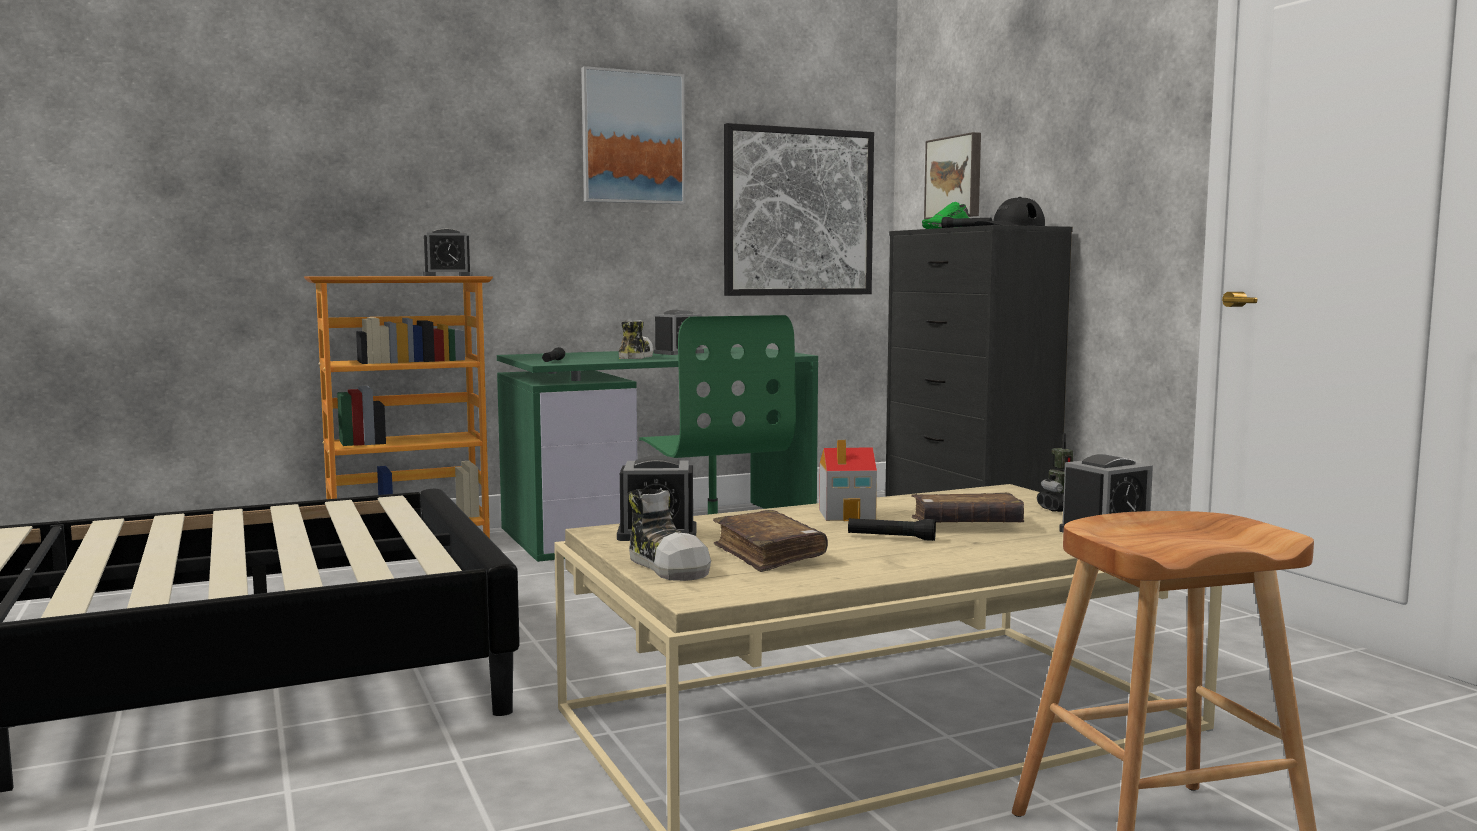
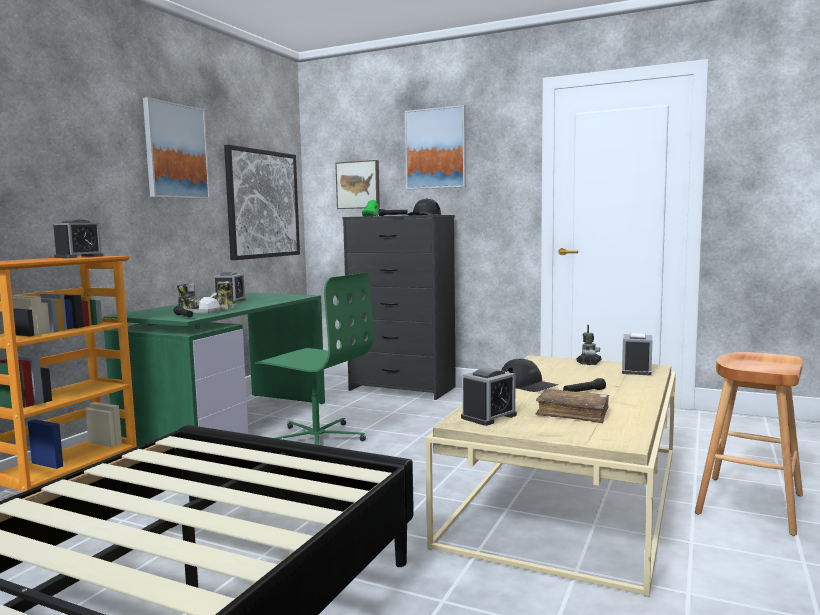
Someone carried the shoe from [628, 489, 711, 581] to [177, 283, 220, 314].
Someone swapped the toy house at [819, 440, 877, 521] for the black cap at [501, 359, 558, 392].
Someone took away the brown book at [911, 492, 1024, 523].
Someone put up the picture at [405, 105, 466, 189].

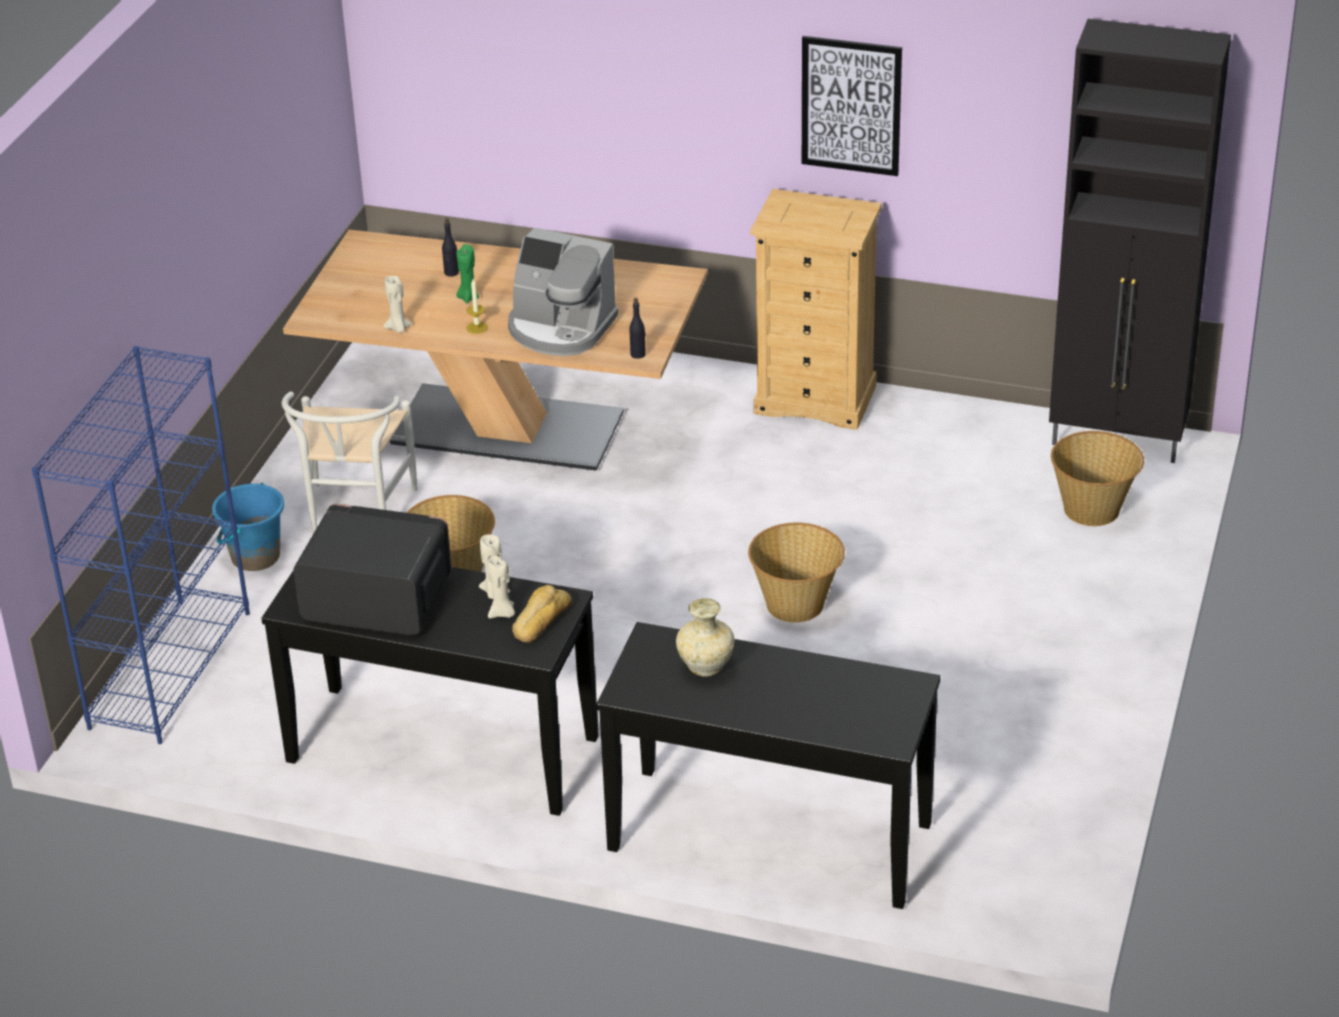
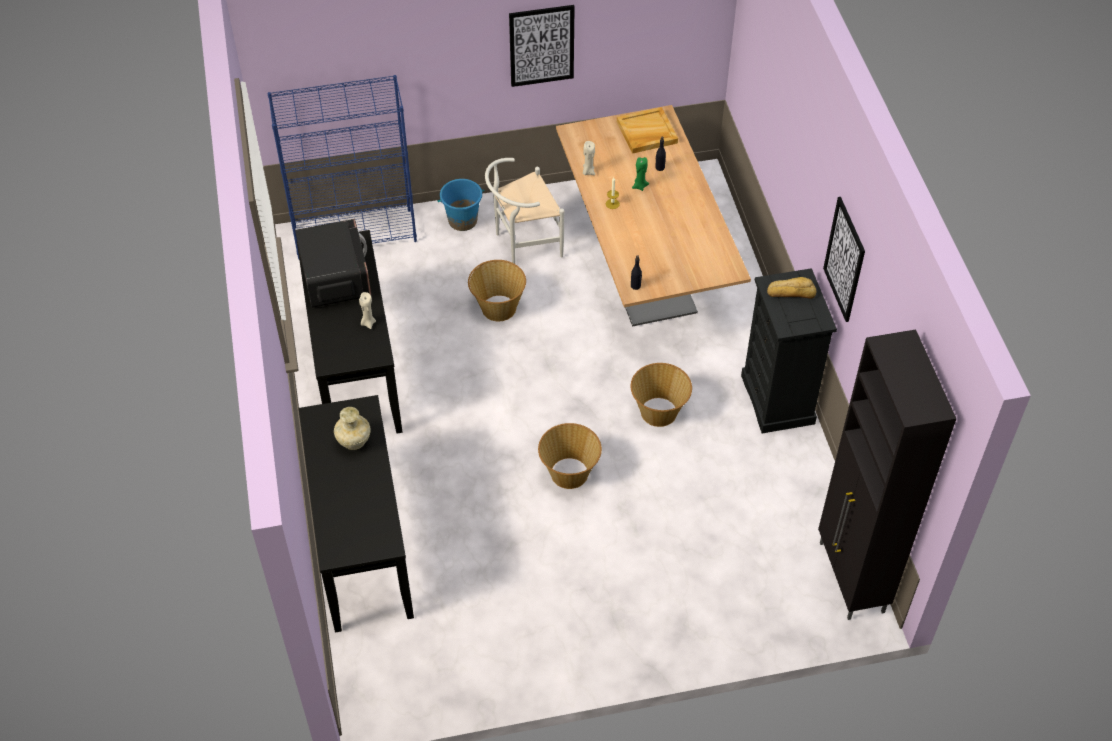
Someone took away the beige candle at [488, 556, 515, 618].
Someone took away the coffee machine at [508, 227, 618, 356].
Someone carried the bread from [512, 585, 572, 643] to [767, 277, 816, 299].
Someone repainted the beige dresser at [750, 189, 882, 430], which became the black dresser at [741, 268, 837, 433].
Someone carried the basket from [1051, 431, 1144, 526] to [631, 363, 692, 427].
Someone put up the picture at [509, 5, 575, 87].
Someone put down the beige tray at [617, 107, 678, 154].

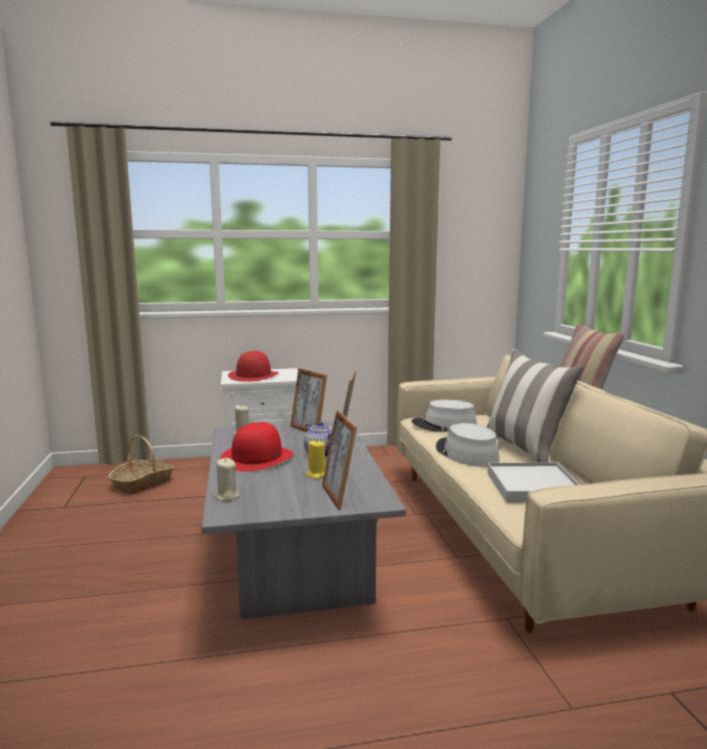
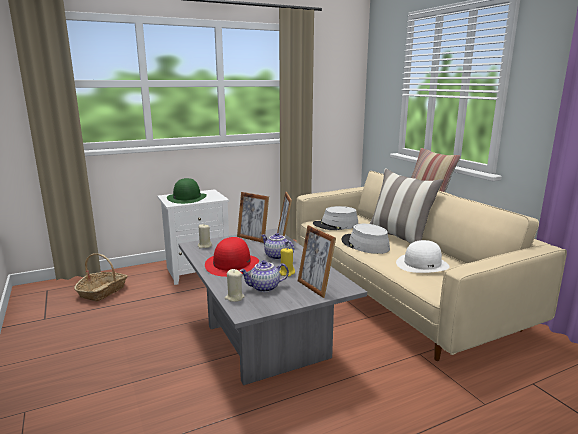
Someone repainted the red hat at [228, 351, 279, 382], which became the green hat at [167, 178, 207, 204].
Someone swapped the white tray at [487, 462, 580, 503] for the white hat at [396, 240, 450, 273].
Someone put down the teapot at [239, 260, 289, 292].

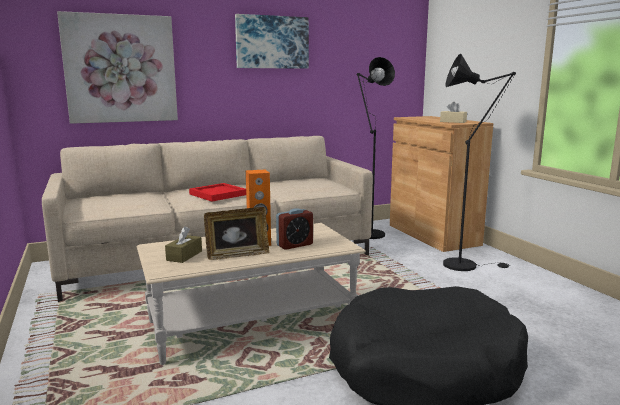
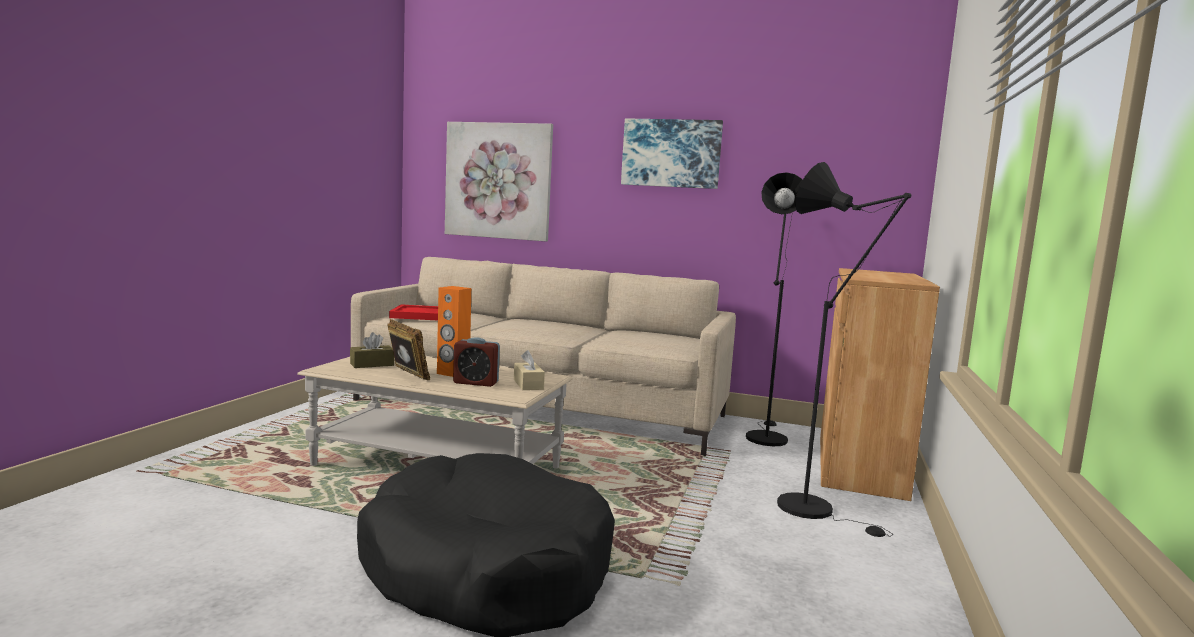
Someone carried the red tray from [189, 183, 246, 202] to [389, 304, 438, 320].
Someone rotated the picture frame at [204, 207, 269, 260] by 150 degrees counterclockwise.
Someone carried the beige tissue box from [440, 102, 467, 123] to [514, 350, 545, 390].

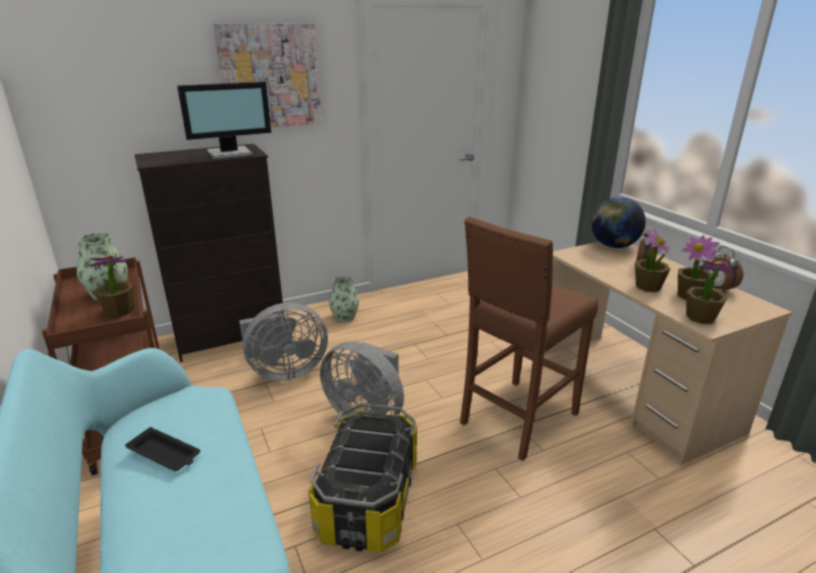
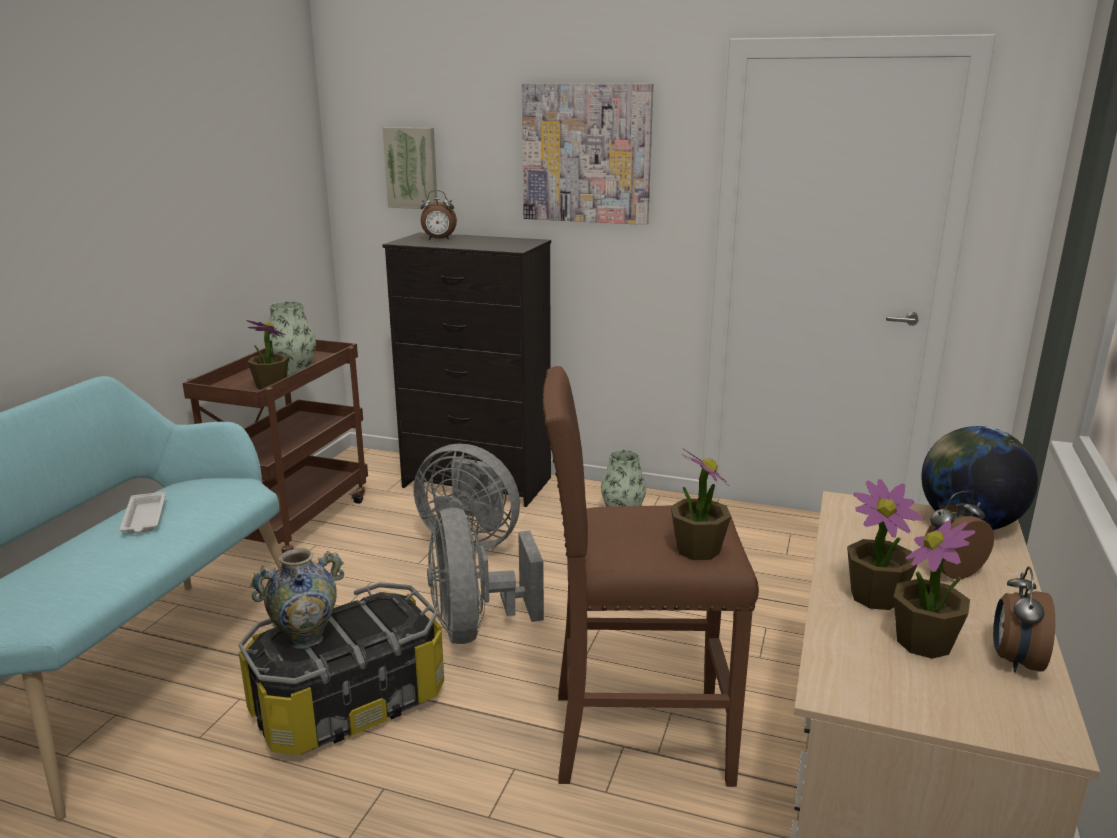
Someone repainted the black tray at [125, 427, 200, 471], which became the white tray at [120, 492, 166, 534].
Someone took away the monitor at [177, 81, 271, 159].
Someone carried the potted plant from [686, 260, 735, 324] to [671, 448, 731, 560].
Someone put down the vase at [250, 548, 344, 649].
Someone put up the picture at [383, 127, 437, 209].
Someone put down the alarm clock at [420, 190, 457, 240].

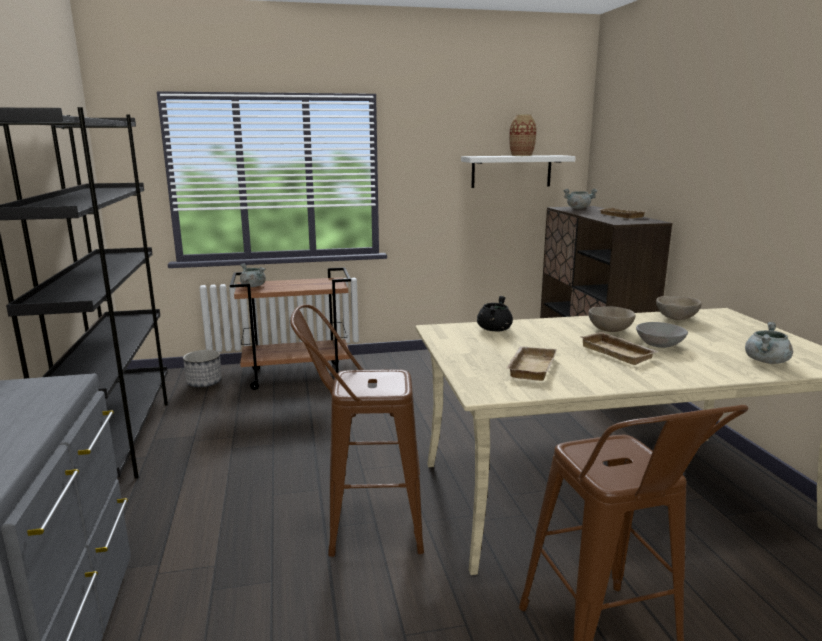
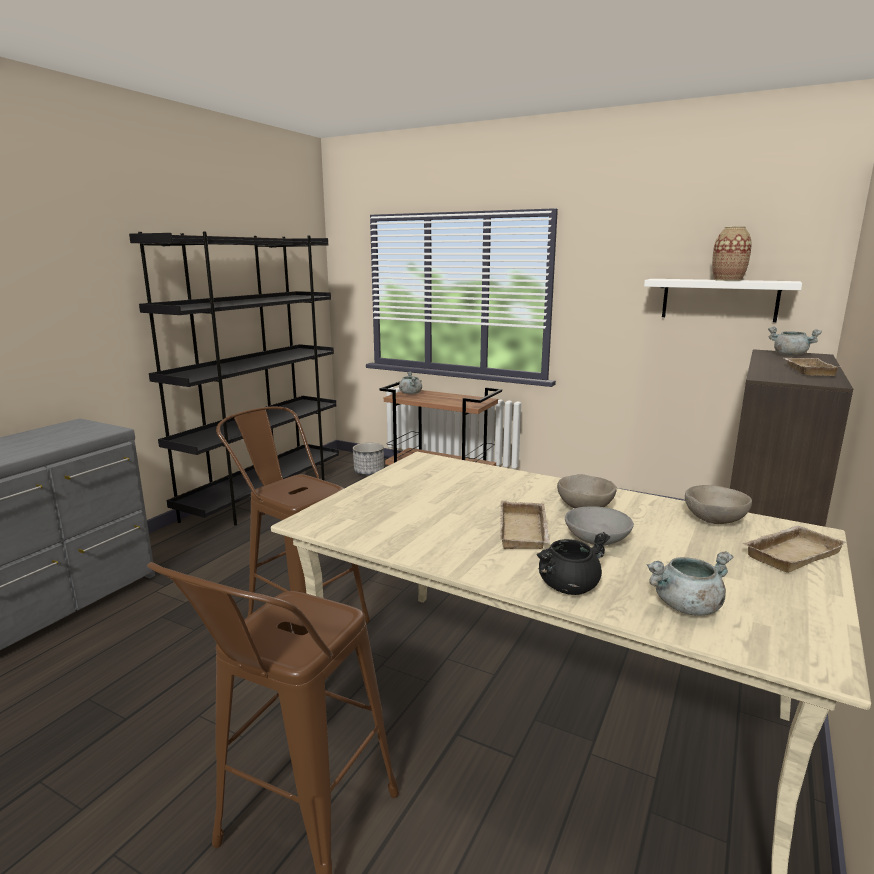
Someone carried the black cooking pot from [477, 296, 513, 332] to [536, 532, 610, 595].
Someone carried the beige tray from [506, 346, 557, 381] to [742, 526, 847, 573].

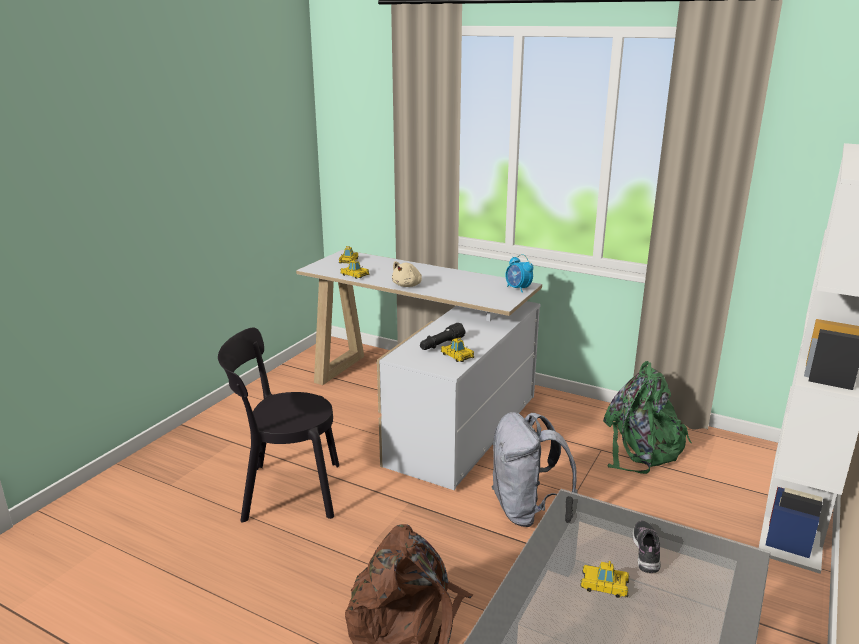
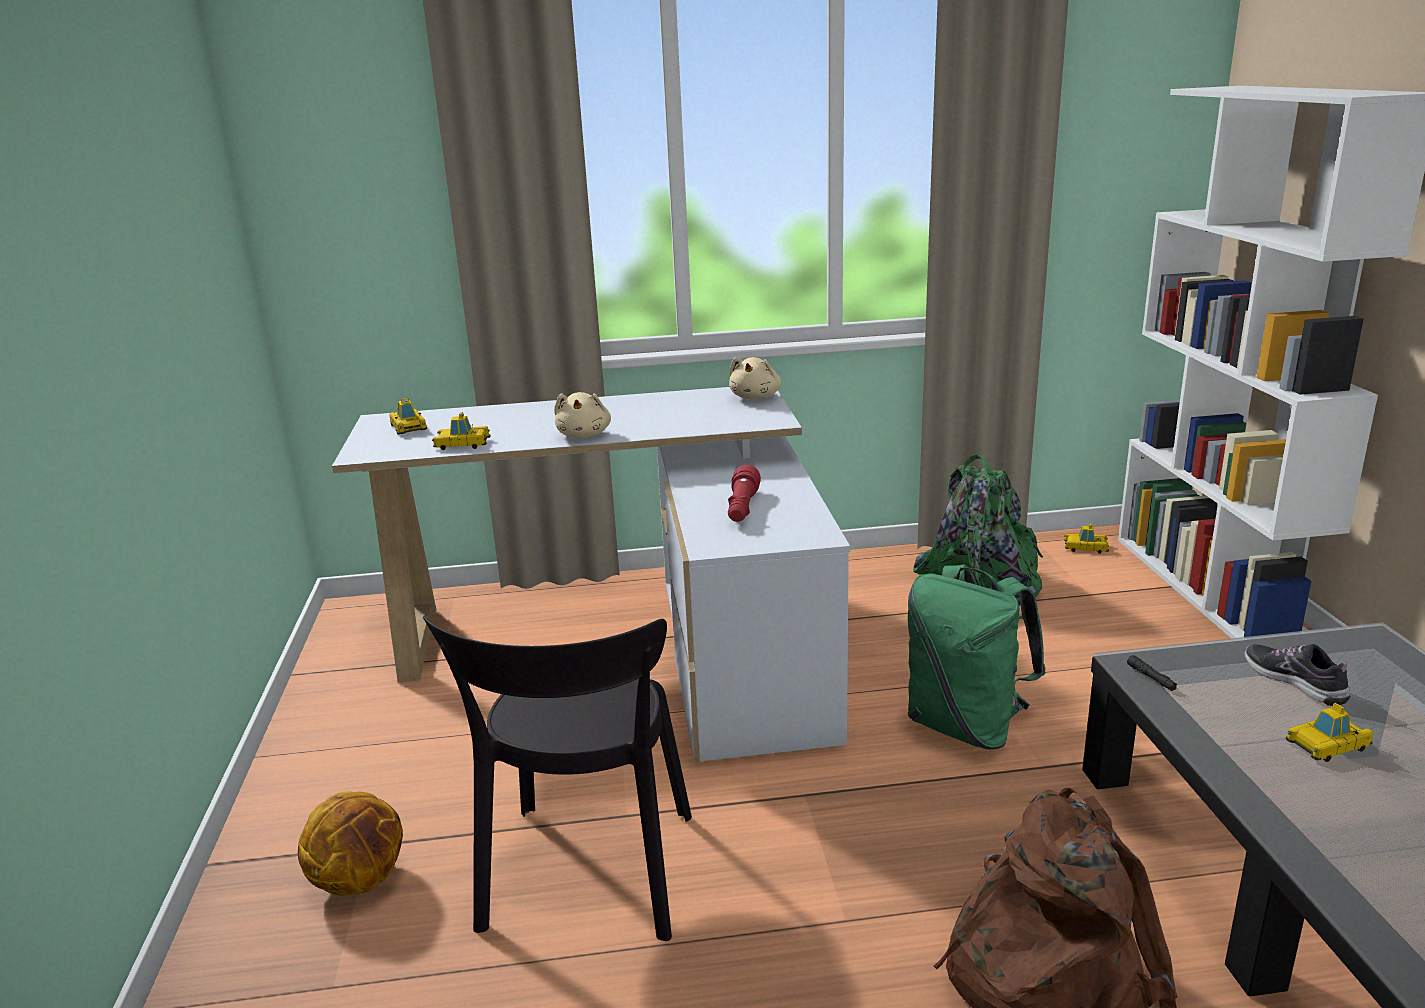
Someone rotated the black chair at [218, 327, 339, 522] by 45 degrees counterclockwise.
Someone repainted the black flashlight at [420, 323, 465, 350], which became the red flashlight at [728, 465, 761, 522].
Someone carried the toy car from [441, 337, 474, 362] to [1064, 523, 1109, 554].
Someone repainted the grey backpack at [491, 412, 577, 527], which became the green backpack at [908, 564, 1046, 750].
Someone swapped the alarm clock at [506, 254, 534, 293] for the beige plush toy at [729, 357, 781, 399].
Someone put down the basketball at [298, 791, 403, 896].

